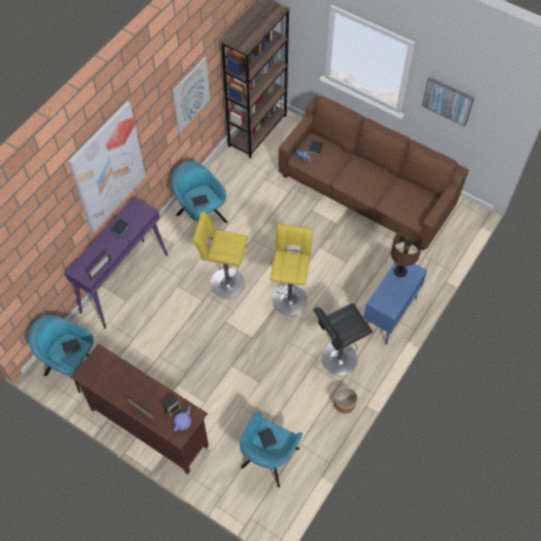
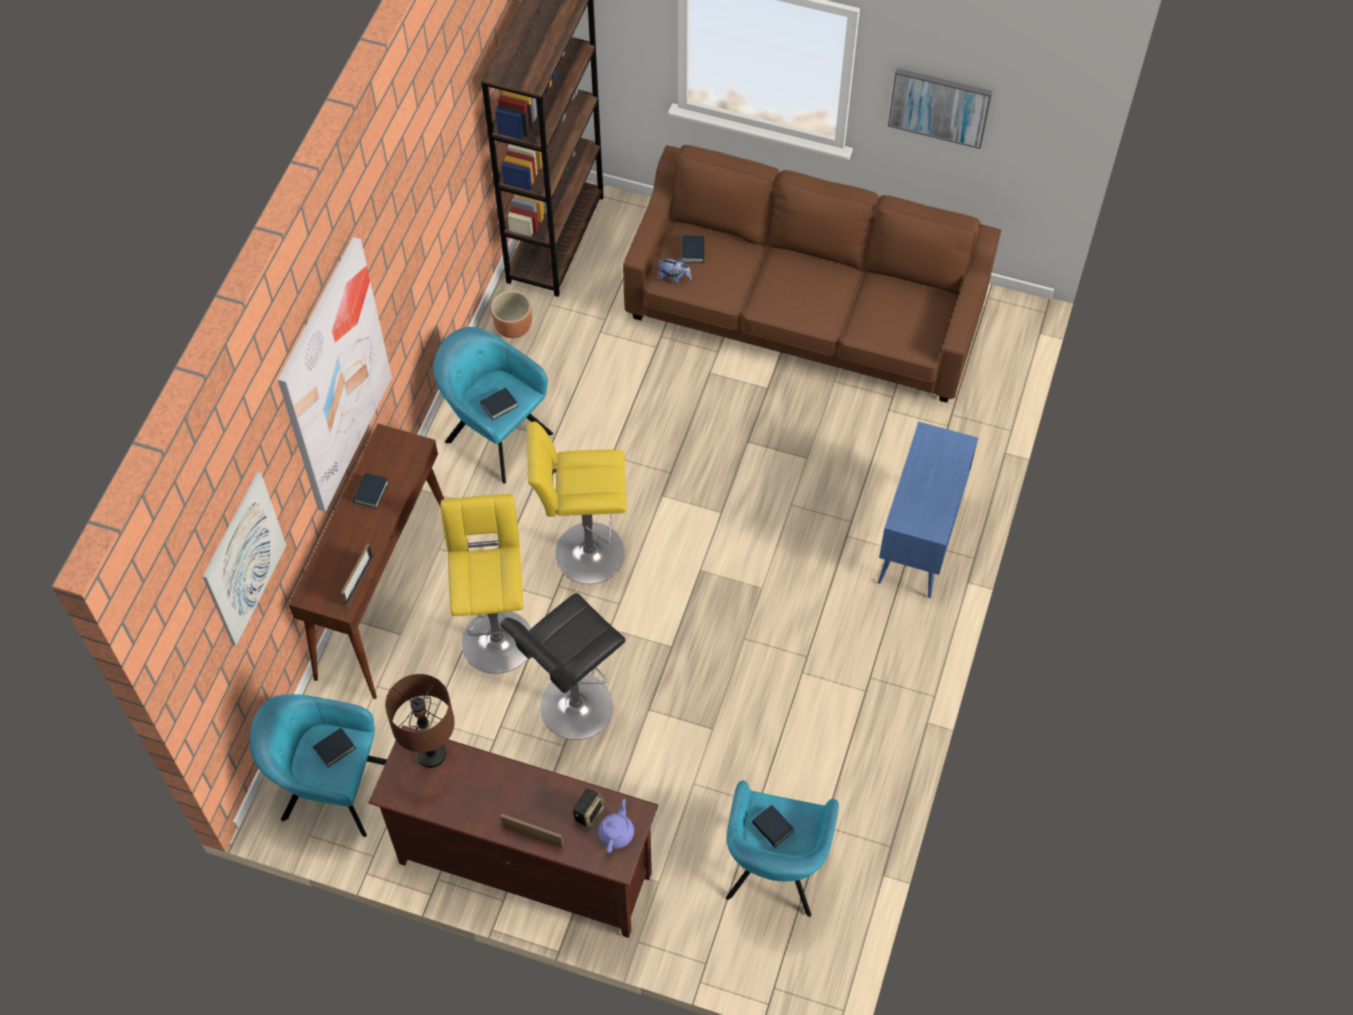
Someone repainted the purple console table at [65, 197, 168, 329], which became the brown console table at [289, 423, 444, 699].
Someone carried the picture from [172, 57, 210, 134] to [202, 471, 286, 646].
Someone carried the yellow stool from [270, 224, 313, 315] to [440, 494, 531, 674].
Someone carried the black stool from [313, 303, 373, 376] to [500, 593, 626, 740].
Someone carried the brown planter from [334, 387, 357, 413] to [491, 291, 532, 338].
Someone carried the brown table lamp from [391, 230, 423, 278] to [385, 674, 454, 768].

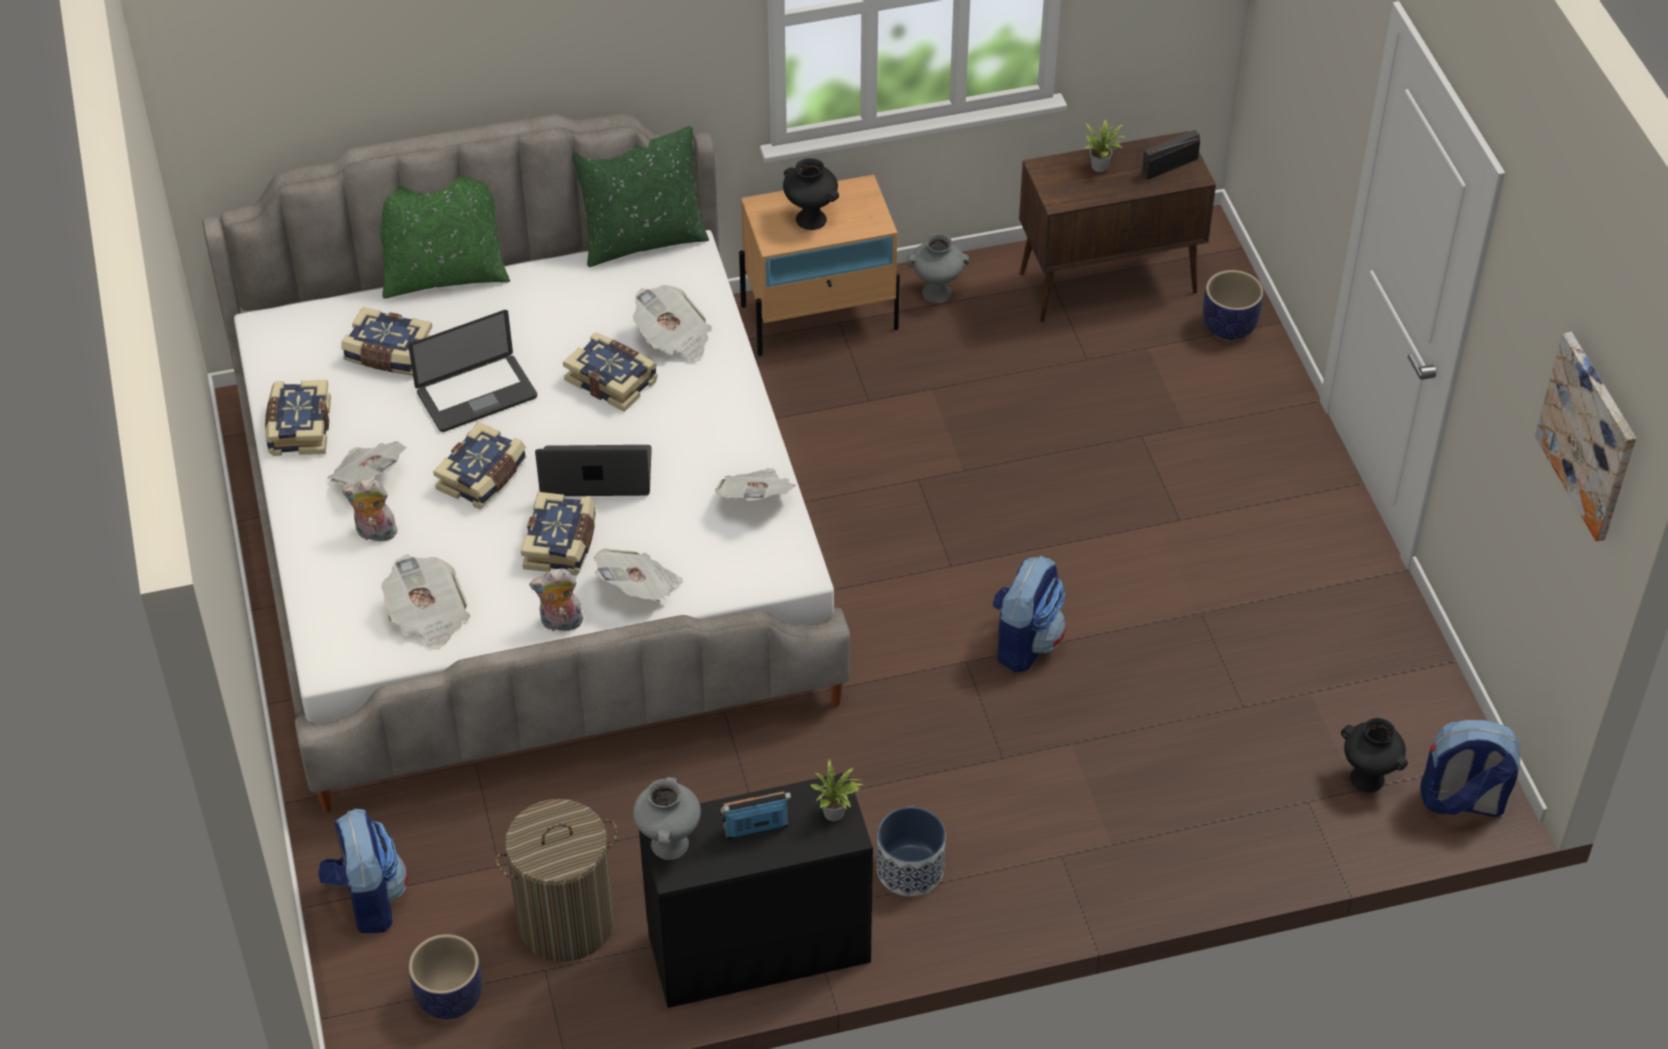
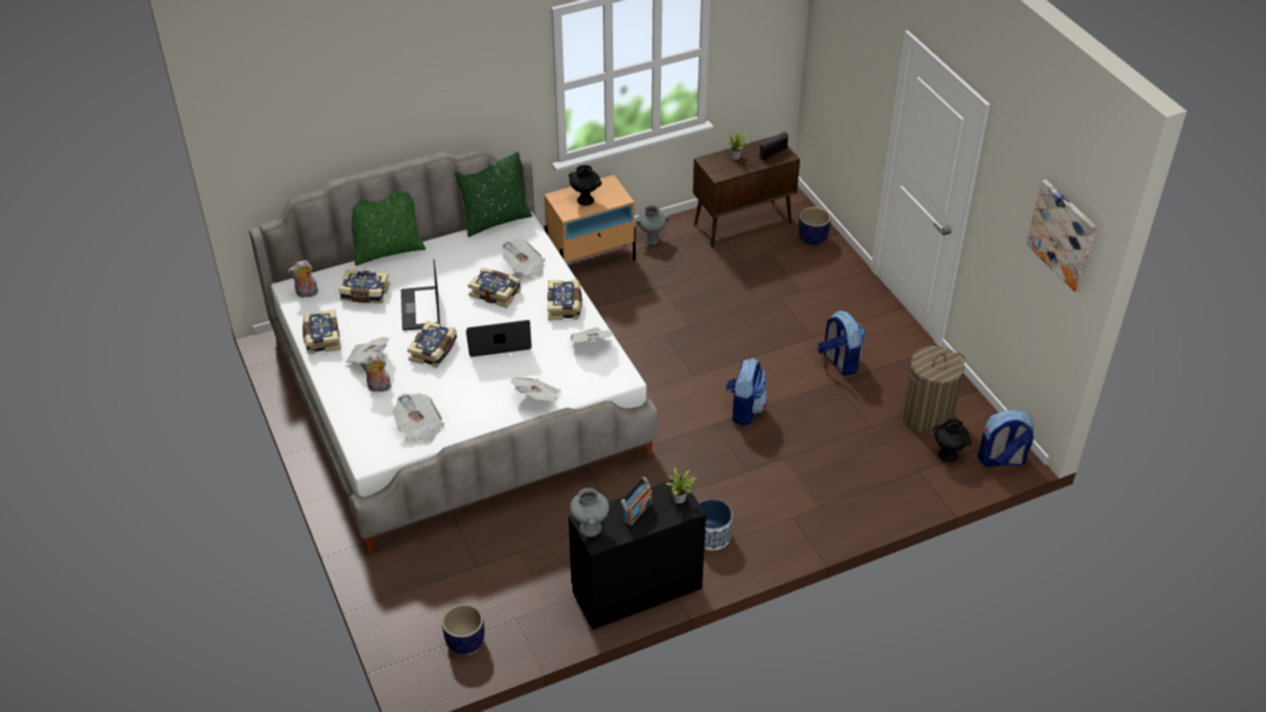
Someone carried the backpack from [318, 809, 408, 933] to [818, 311, 865, 376].
Someone rotated the laptop at [409, 310, 537, 432] by 120 degrees clockwise.
Someone carried the laundry basket from [495, 799, 618, 961] to [902, 346, 965, 434].
Someone carried the book from [521, 492, 596, 575] to [547, 279, 582, 320].
Someone carried the plush toy from [529, 569, 583, 631] to [288, 260, 318, 298].
Someone rotated the radio at [720, 791, 791, 839] by 150 degrees clockwise.

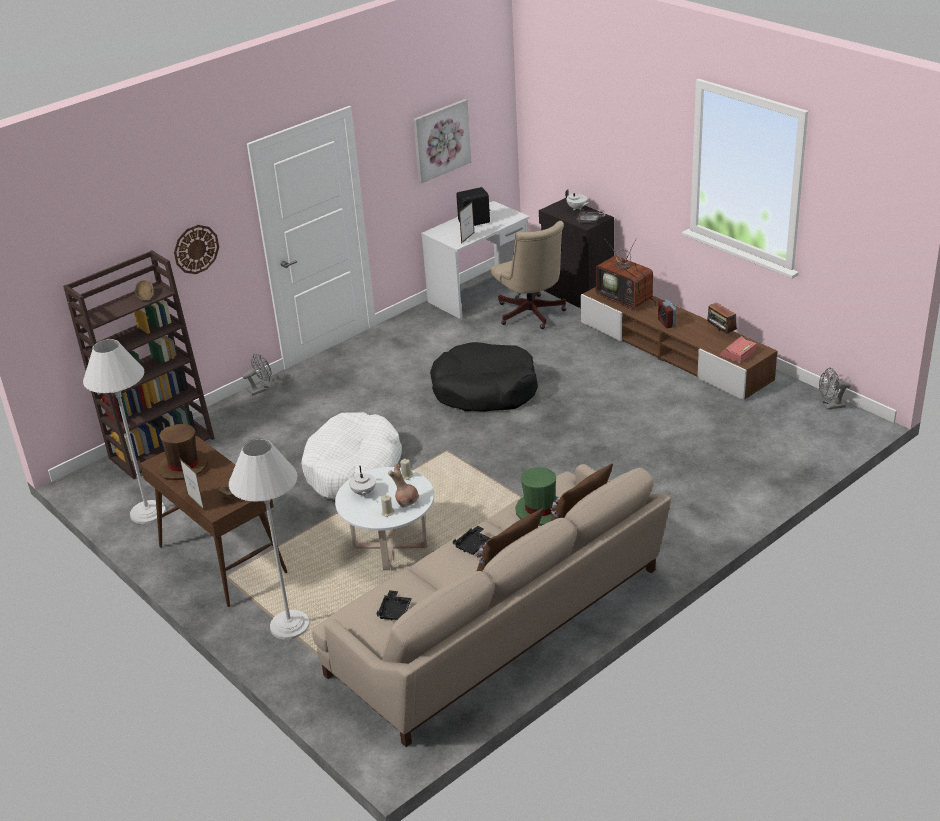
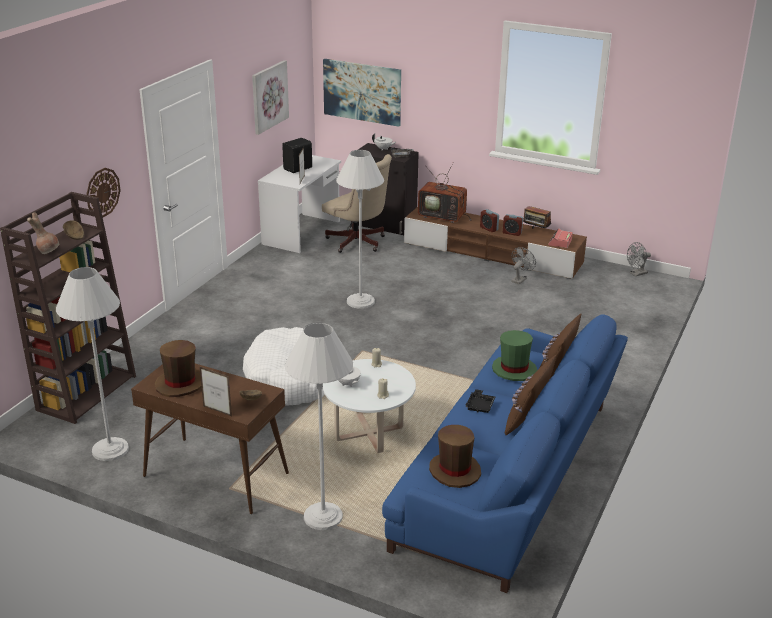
Someone carried the grey fan from [242, 353, 272, 396] to [511, 247, 536, 285].
Someone repainted the beige sofa at [312, 464, 671, 747], which became the blue sofa at [382, 314, 628, 593].
Someone swapped the black tray at [376, 590, 412, 621] for the brown hat at [429, 425, 481, 488].
Someone carried the brown vase from [388, 464, 419, 508] to [27, 213, 60, 254].
Someone swapped the black dog bed at [430, 342, 538, 412] for the white floor lamp at [336, 150, 384, 309].
Someone put up the picture at [323, 59, 401, 127].
Someone put down the alarm clock at [503, 214, 523, 236].

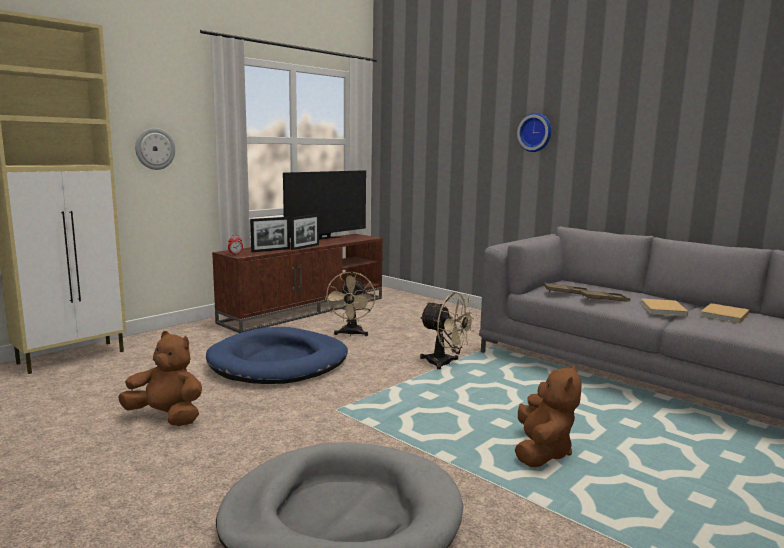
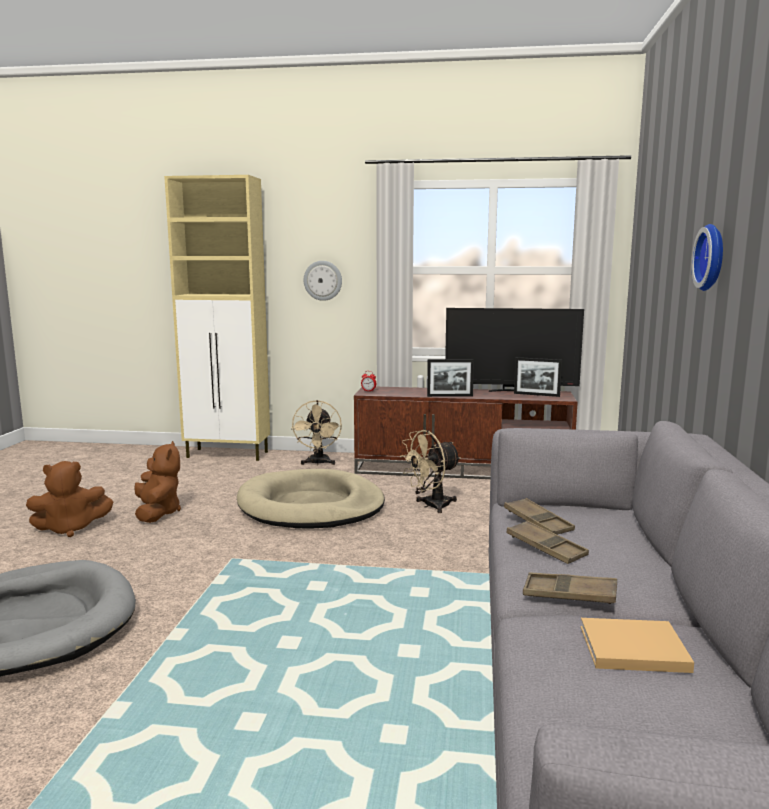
Someone repainted the blue dog bed at [206, 327, 348, 384], which became the beige dog bed at [237, 469, 385, 529].
Someone carried the picture frame from [250, 217, 290, 252] to [514, 357, 562, 397].
Someone carried the beige fan from [419, 292, 476, 370] to [291, 400, 342, 465].
Someone carried the brown plush toy from [515, 365, 581, 467] to [26, 461, 113, 537].
Someone swapped the beige book at [641, 299, 688, 316] for the brown tray at [523, 572, 617, 604].

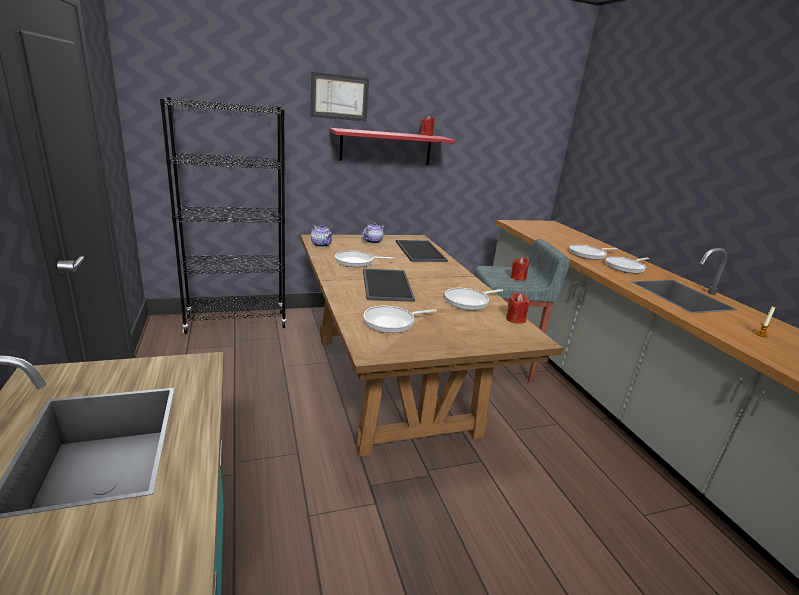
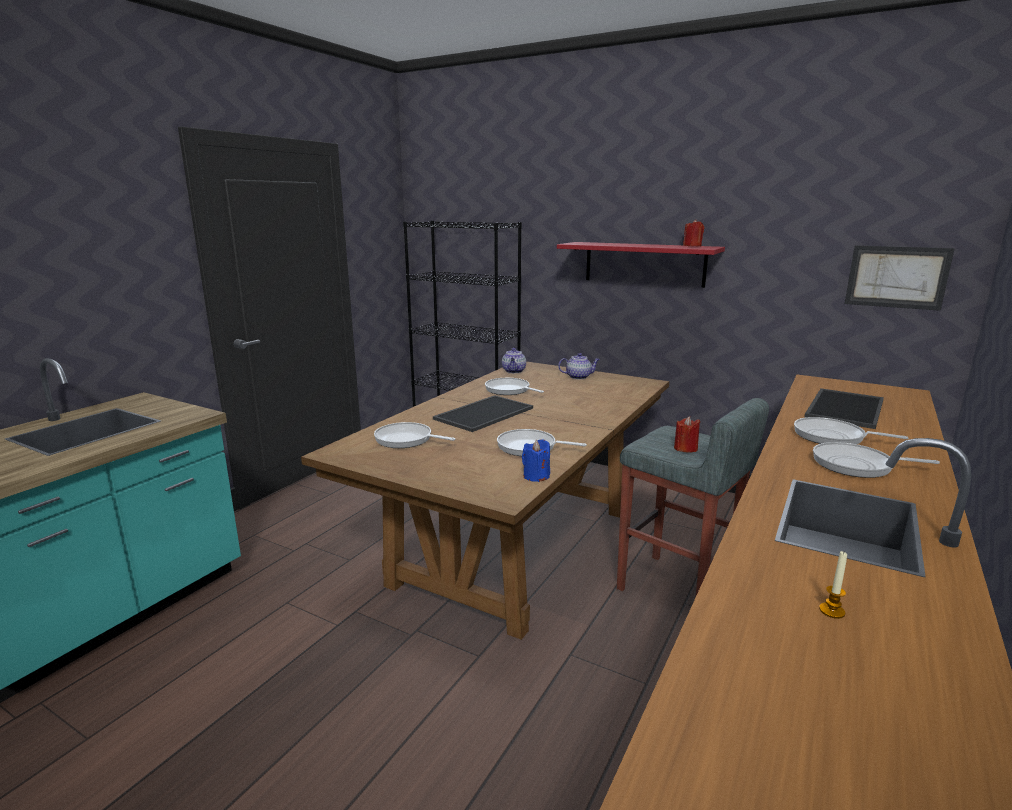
Someone carried the picture from [311, 72, 369, 121] to [845, 245, 954, 311].
Someone carried the tray from [396, 240, 447, 262] to [804, 388, 884, 429].
Someone repainted the red candle at [506, 292, 530, 324], which became the blue candle at [522, 439, 550, 482].

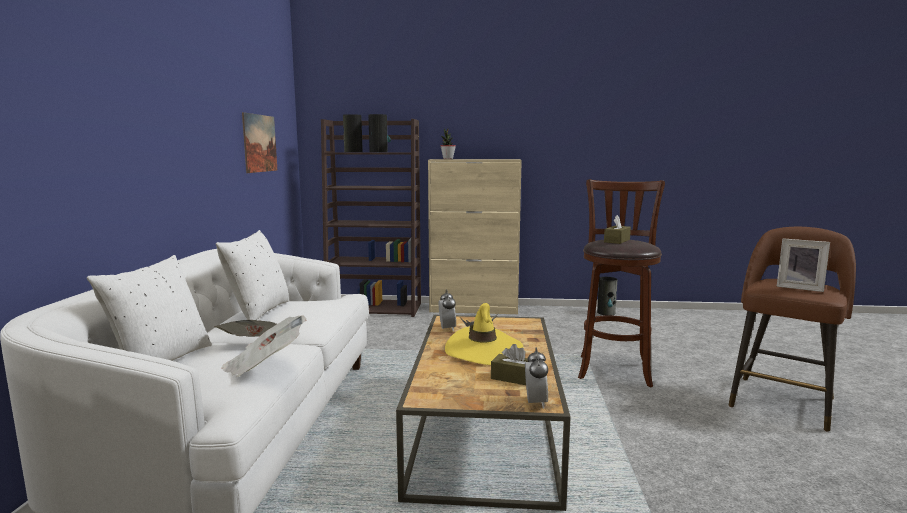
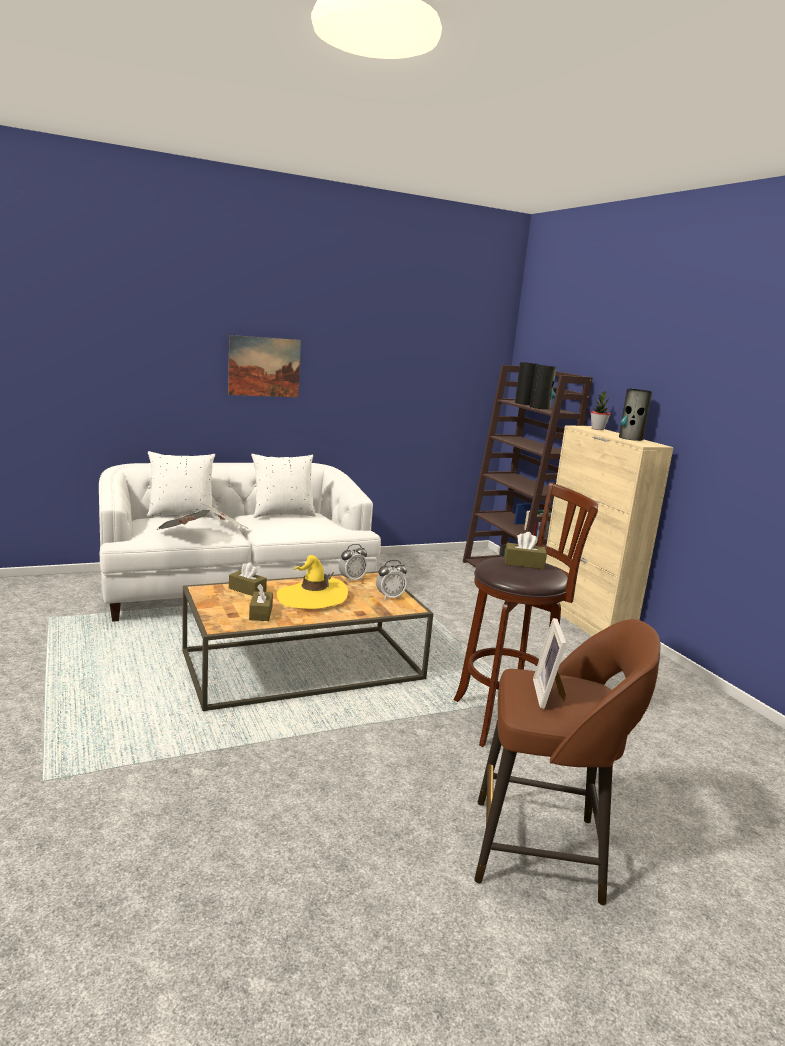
Someone carried the picture from [242, 112, 277, 173] to [228, 335, 301, 397].
Someone carried the alarm clock from [525, 348, 548, 409] to [376, 560, 407, 600].
Someone carried the vase from [597, 277, 617, 316] to [619, 389, 652, 441].
Someone put down the brown tissue box at [229, 562, 267, 596].

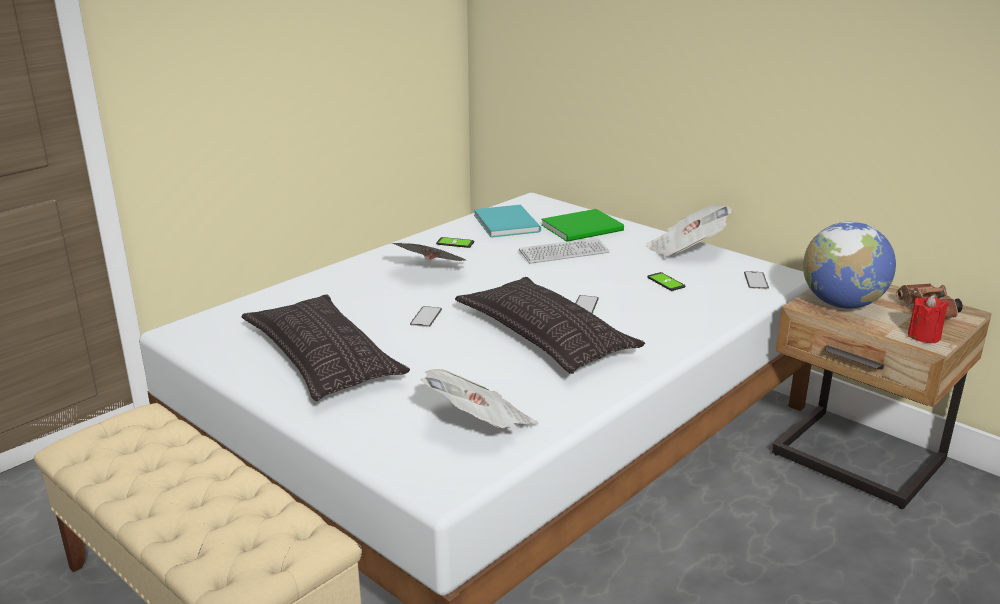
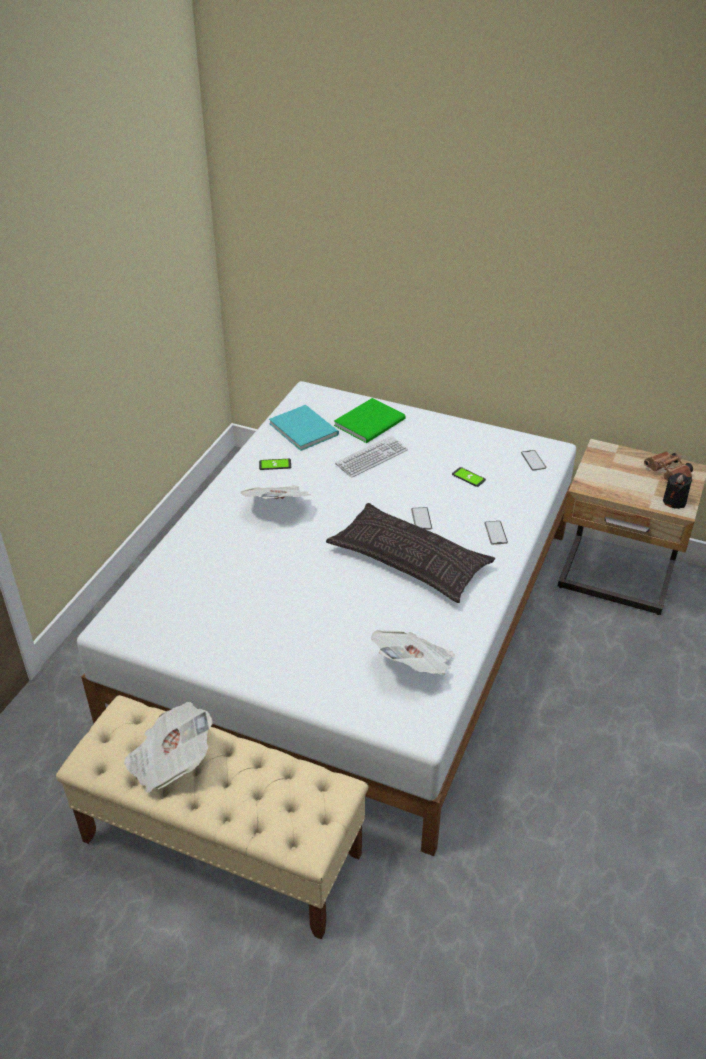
Someone took away the pillow at [241, 294, 410, 401].
Someone carried the phone from [410, 306, 442, 327] to [484, 521, 508, 545].
Someone carried the newspaper from [646, 205, 732, 257] to [124, 702, 213, 793].
Someone took away the globe at [803, 221, 896, 309].
Someone repainted the red candle at [908, 295, 949, 343], which became the black candle at [663, 473, 692, 509].

